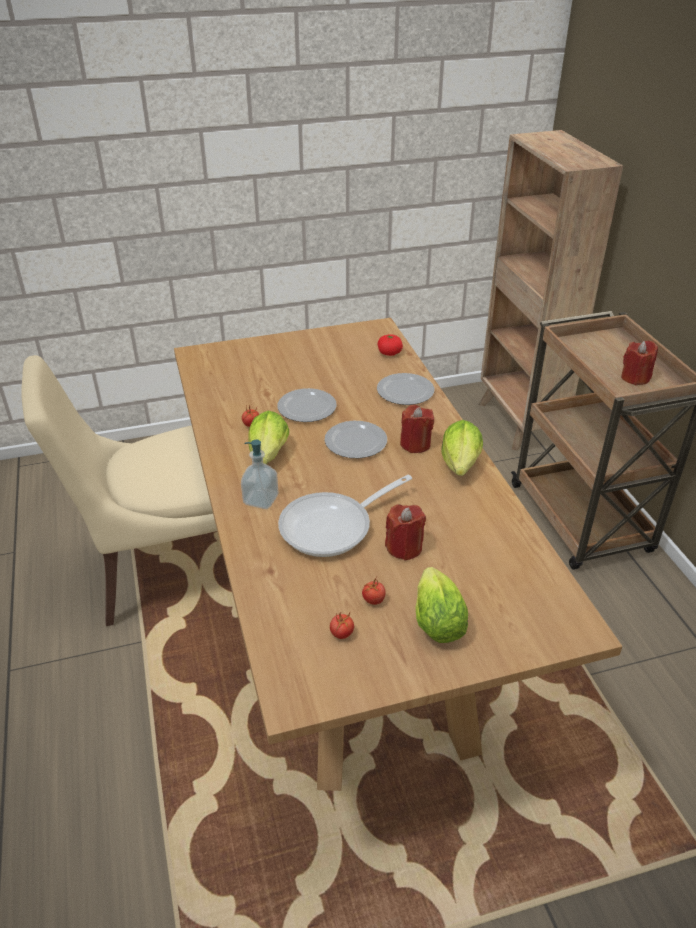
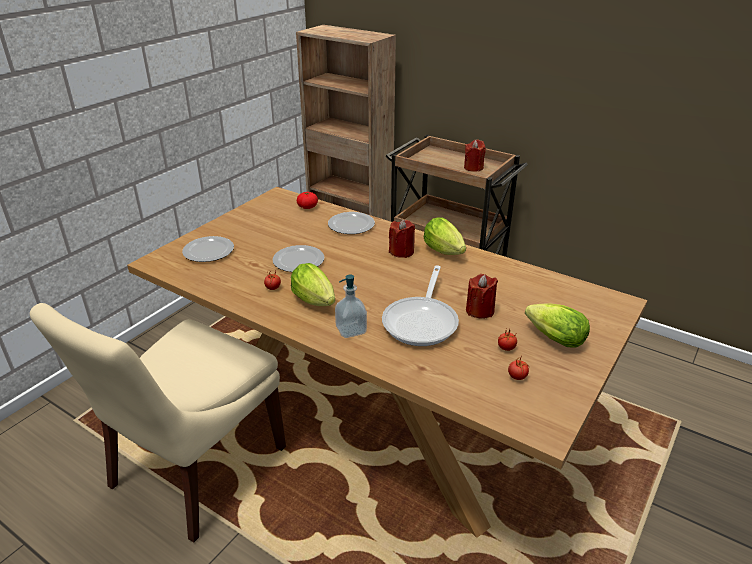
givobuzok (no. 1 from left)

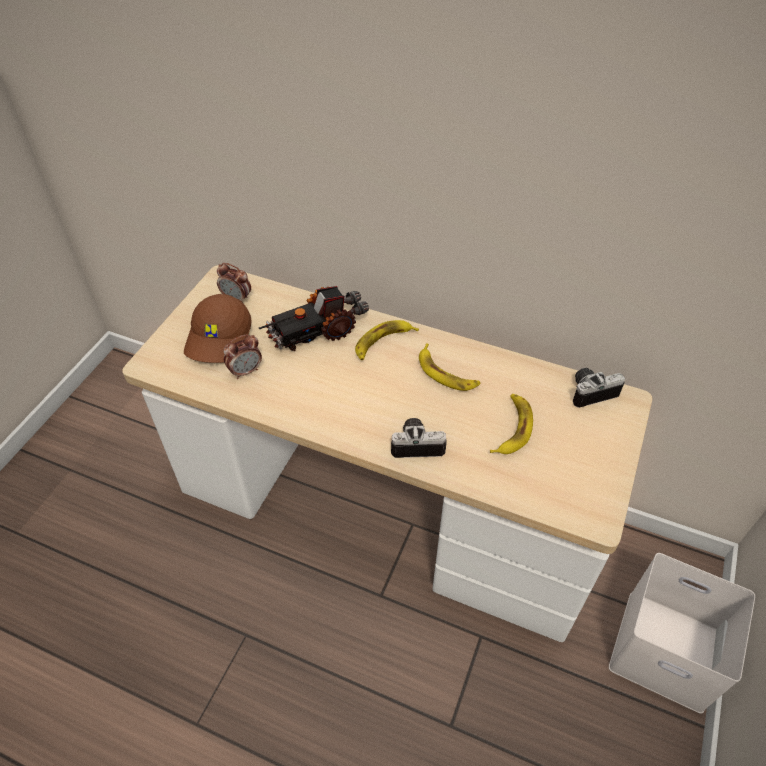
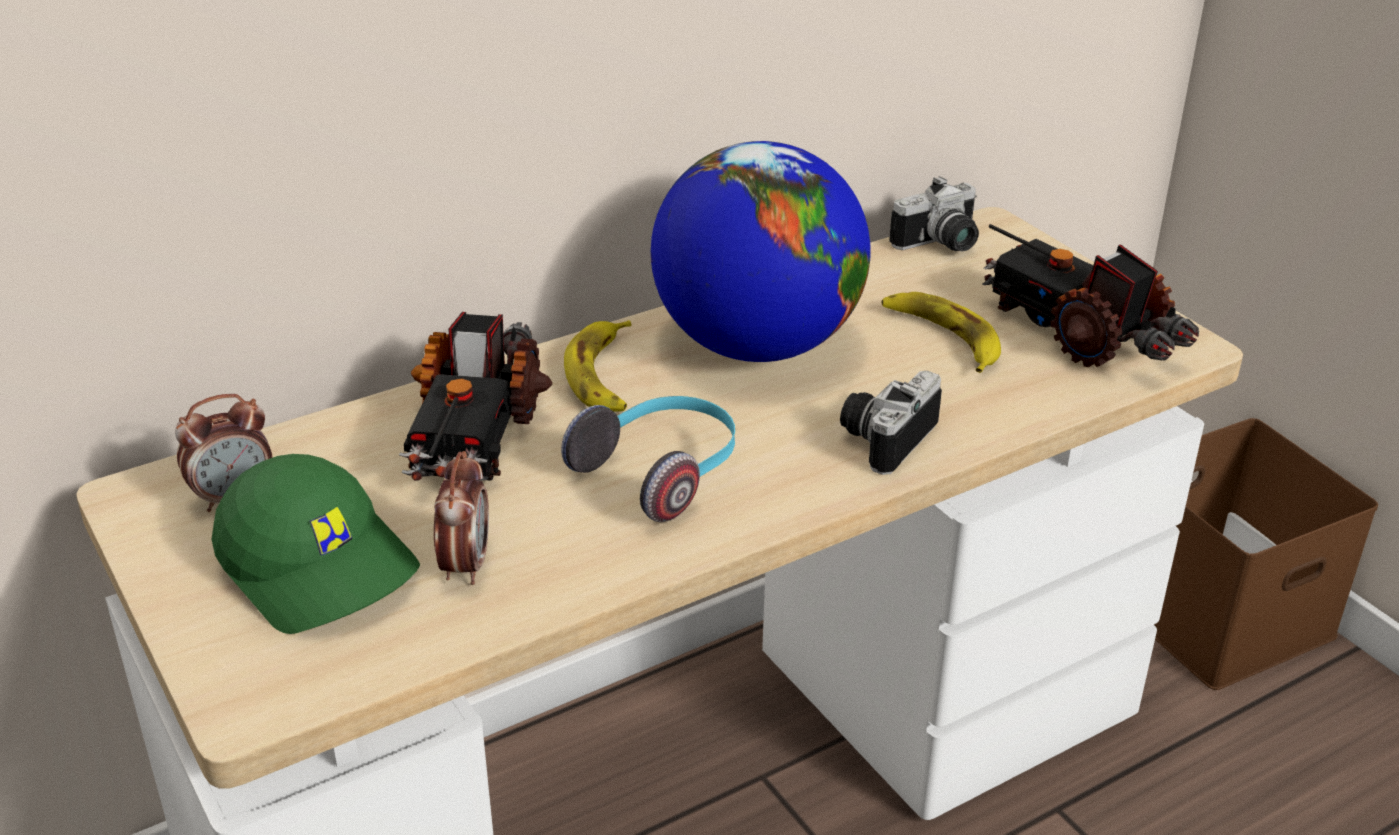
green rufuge; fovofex; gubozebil (no. 2 from left); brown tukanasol; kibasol (no. 2 from left); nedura

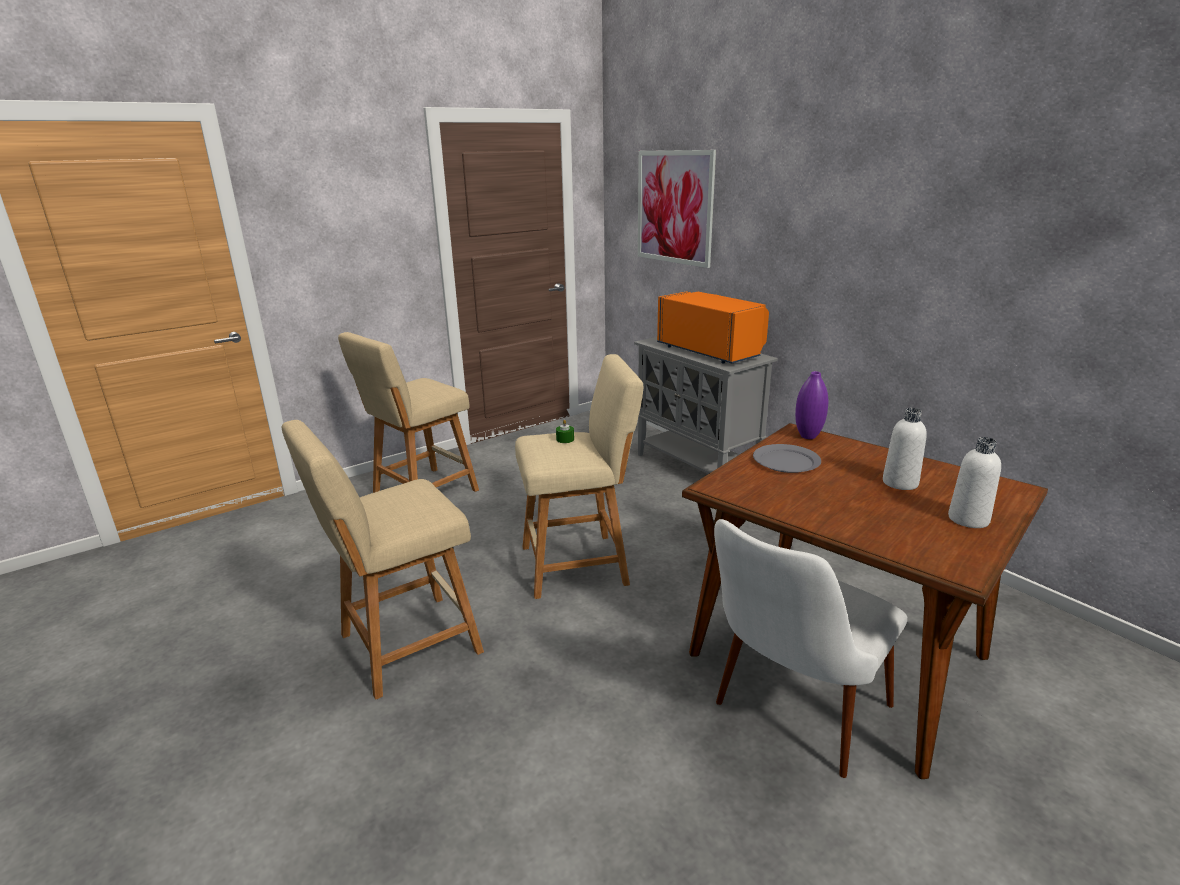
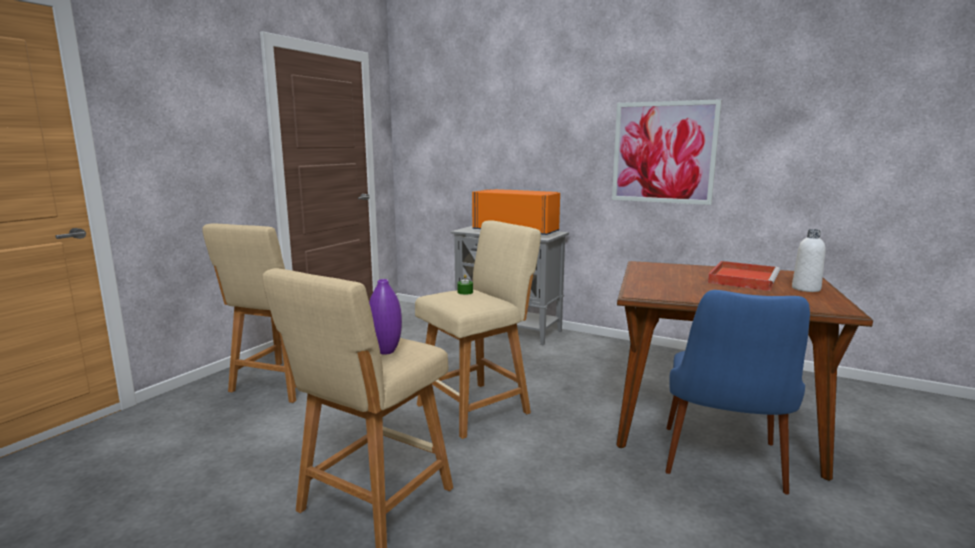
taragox; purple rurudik; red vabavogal; grey givobuzok; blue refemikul

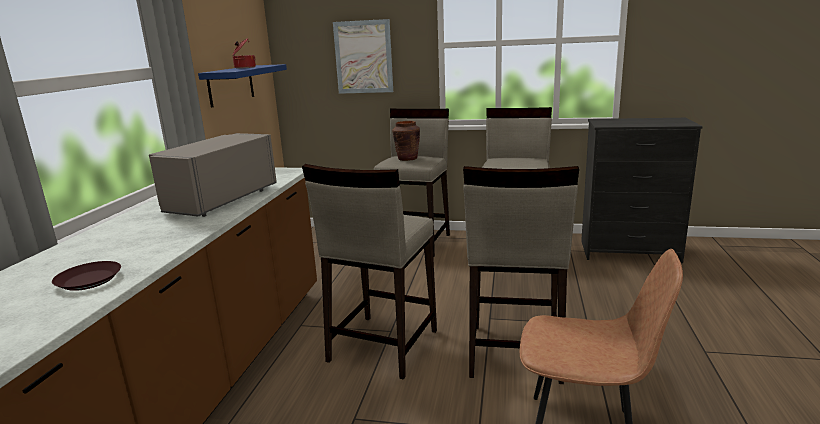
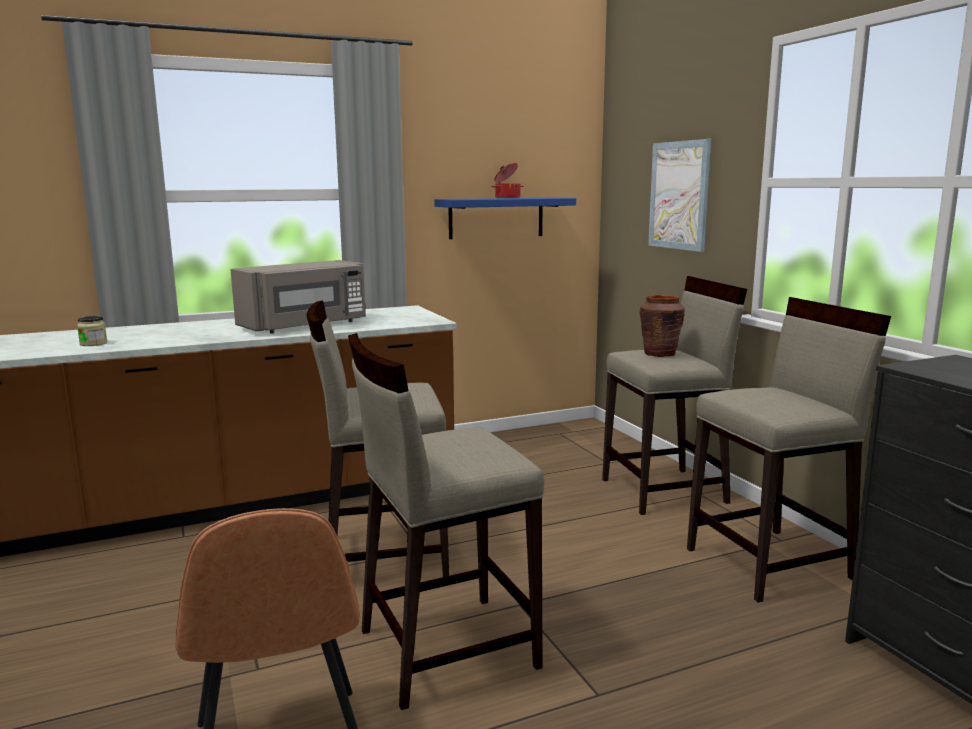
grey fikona; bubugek

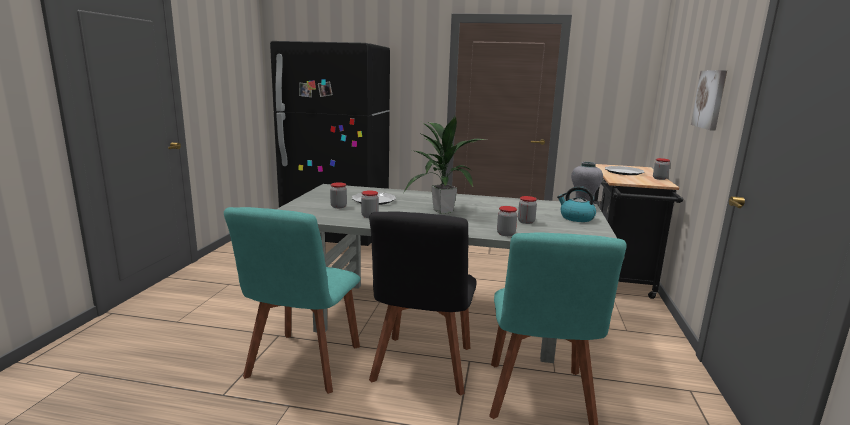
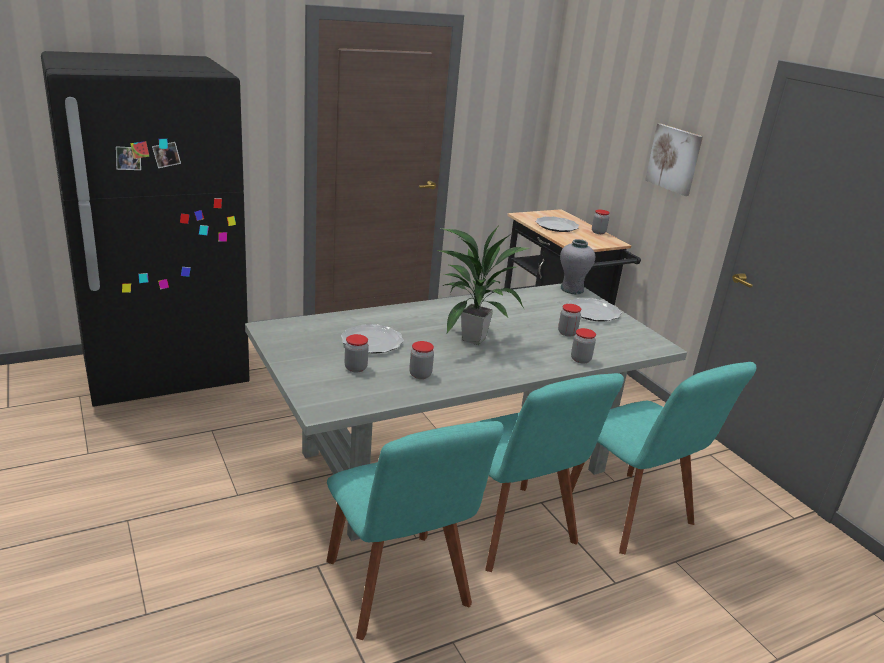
givobuzok (no. 3 from left); turquoise refemikul (no. 2 from left)

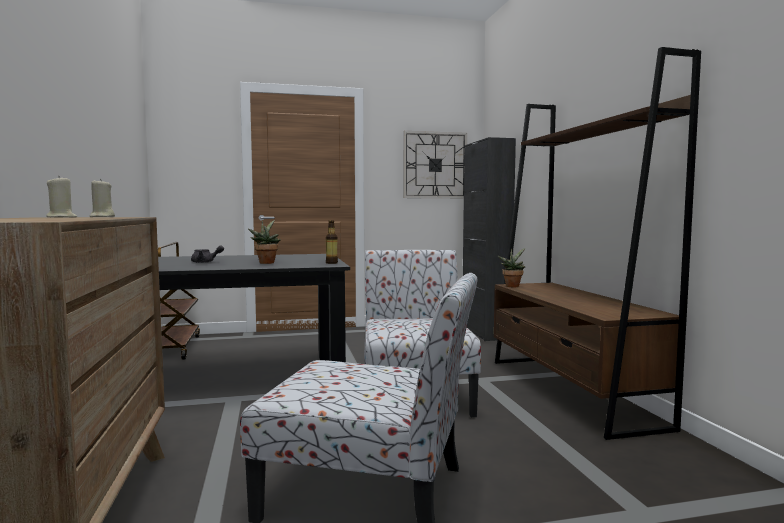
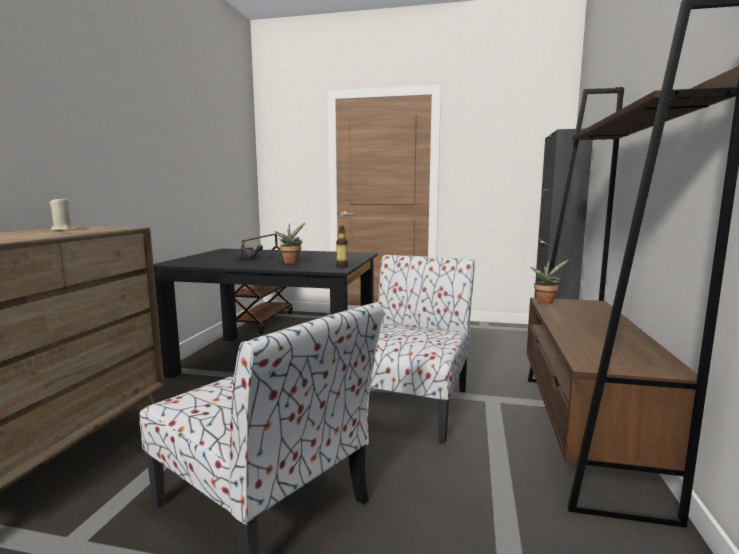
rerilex; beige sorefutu (no. 2 from left in the first image)

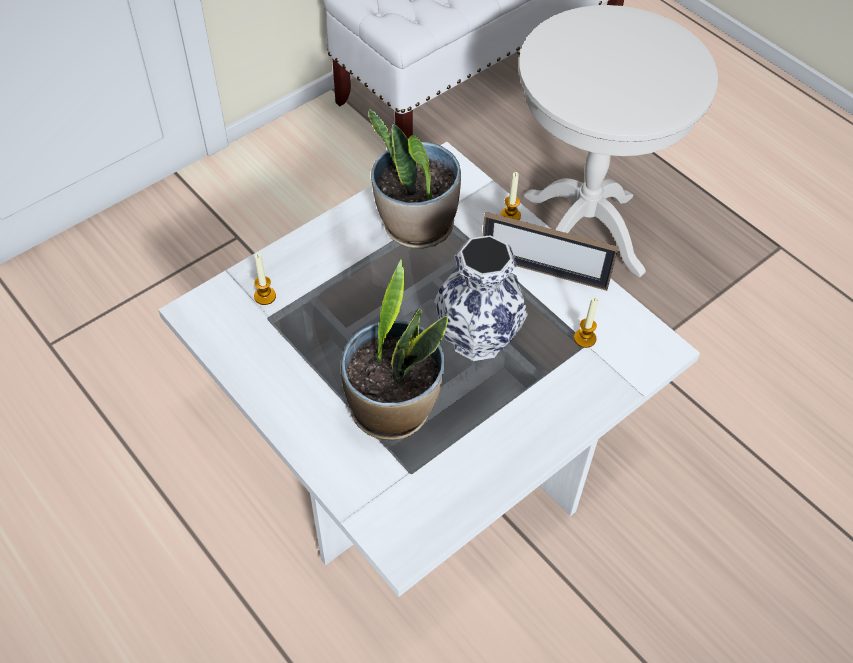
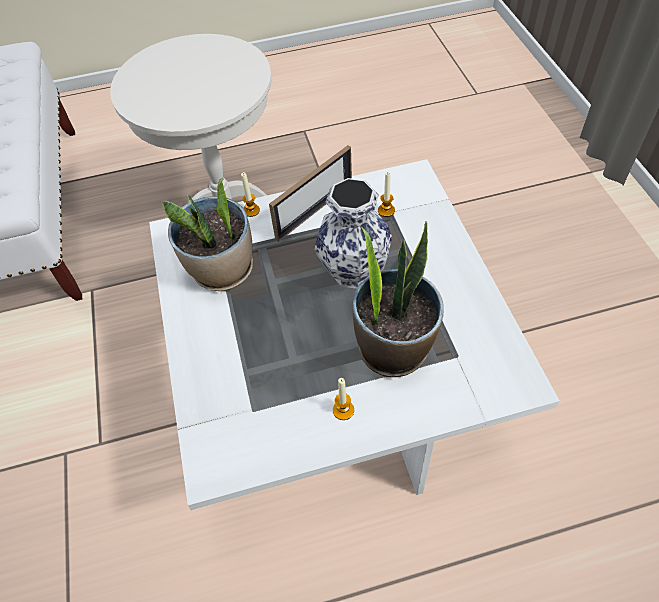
sorefutu (no. 2 from left)

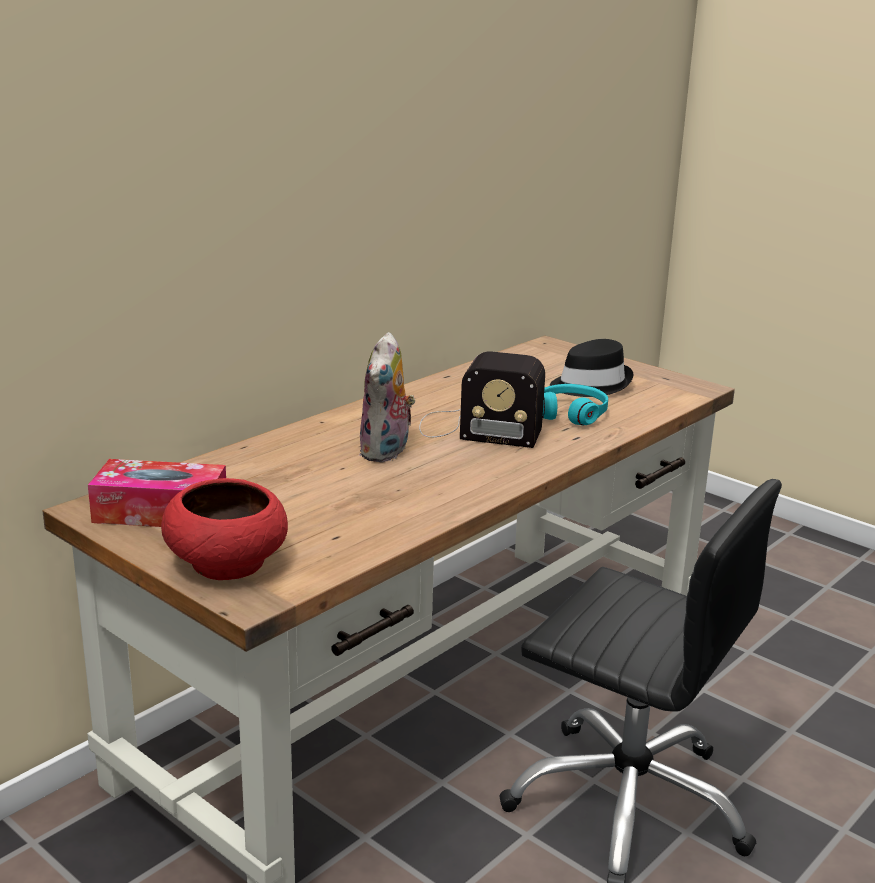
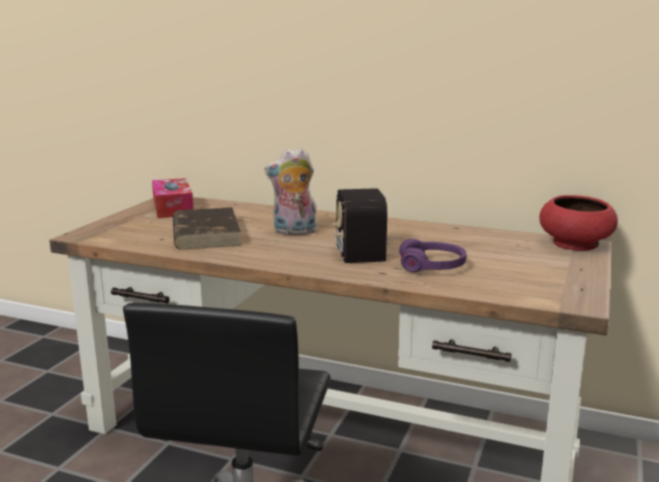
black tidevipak; purple nedura; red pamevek; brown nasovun

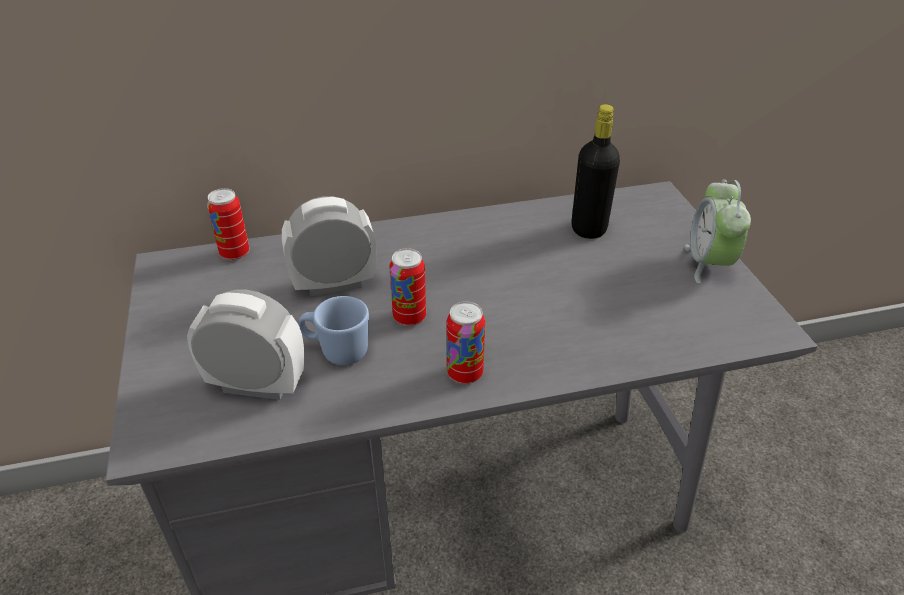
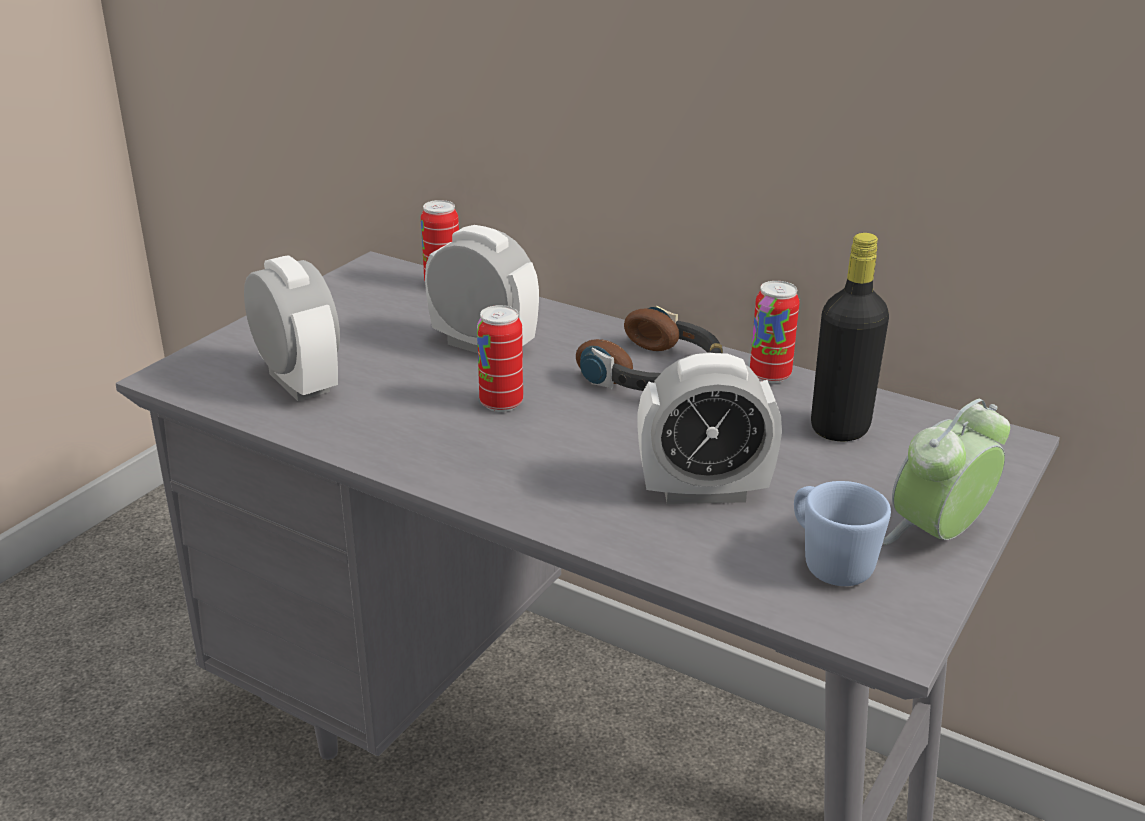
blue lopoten; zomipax (no. 3 from left); nedura; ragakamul (no. 3 from left)

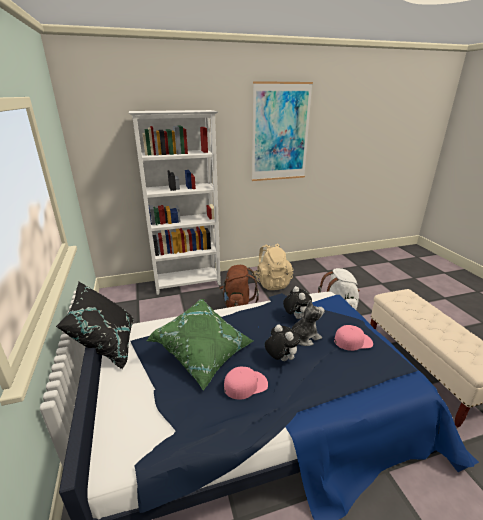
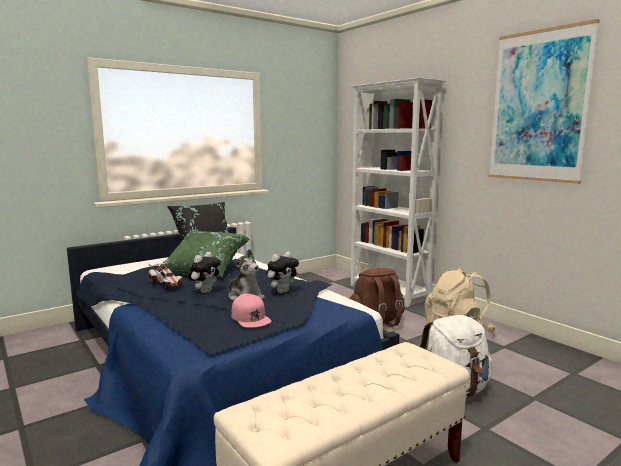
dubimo

